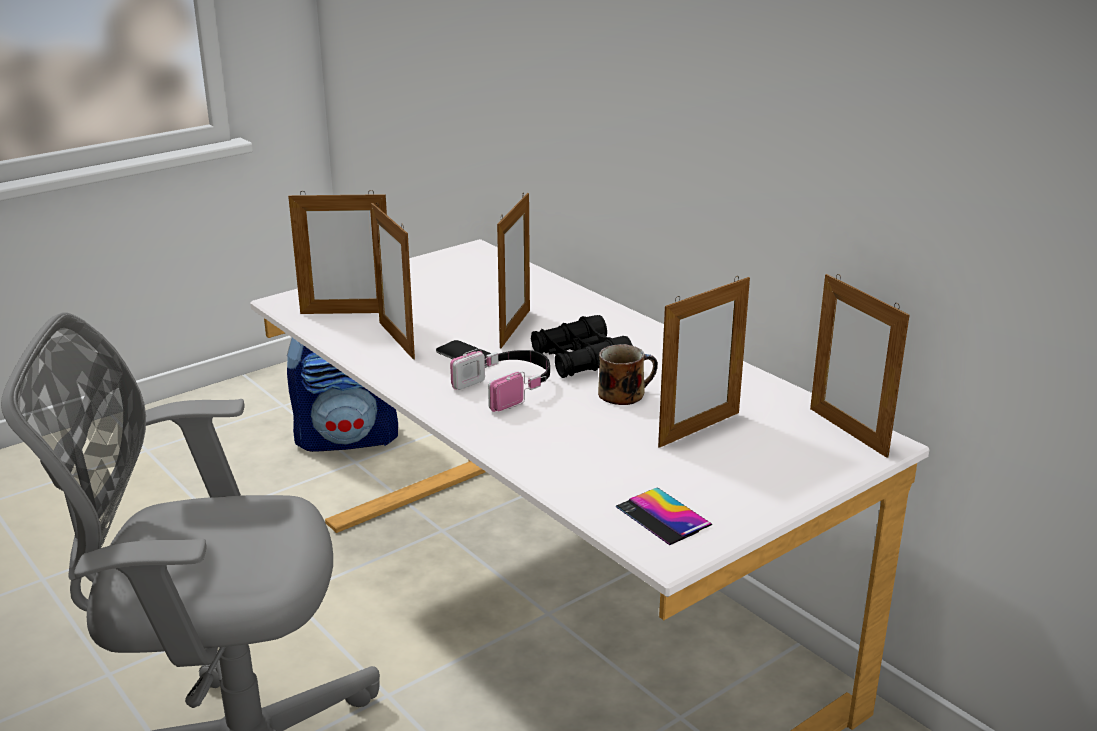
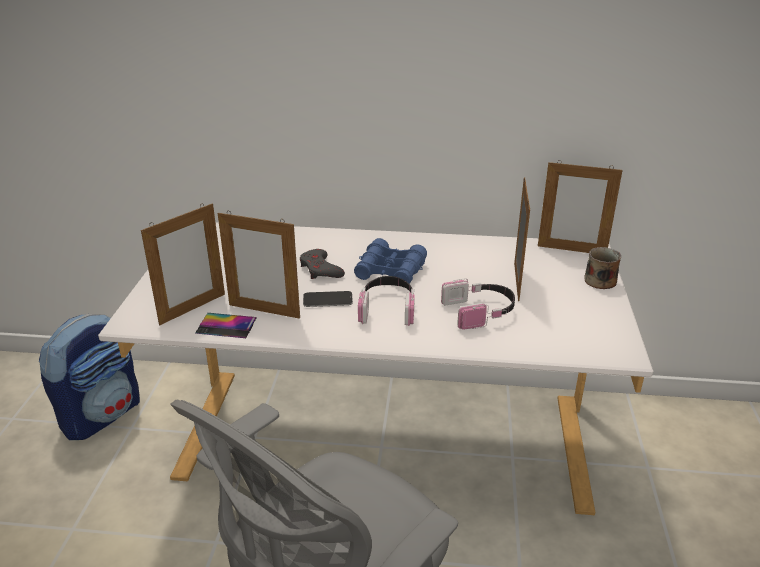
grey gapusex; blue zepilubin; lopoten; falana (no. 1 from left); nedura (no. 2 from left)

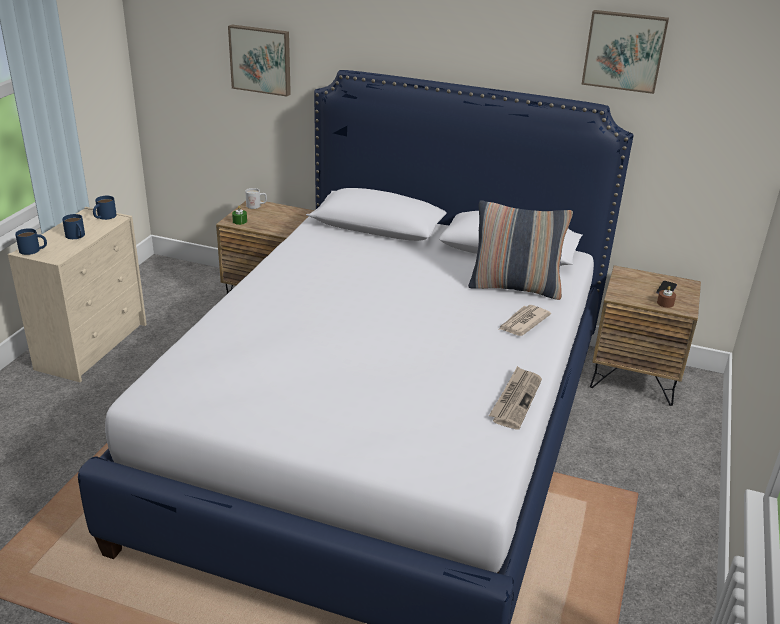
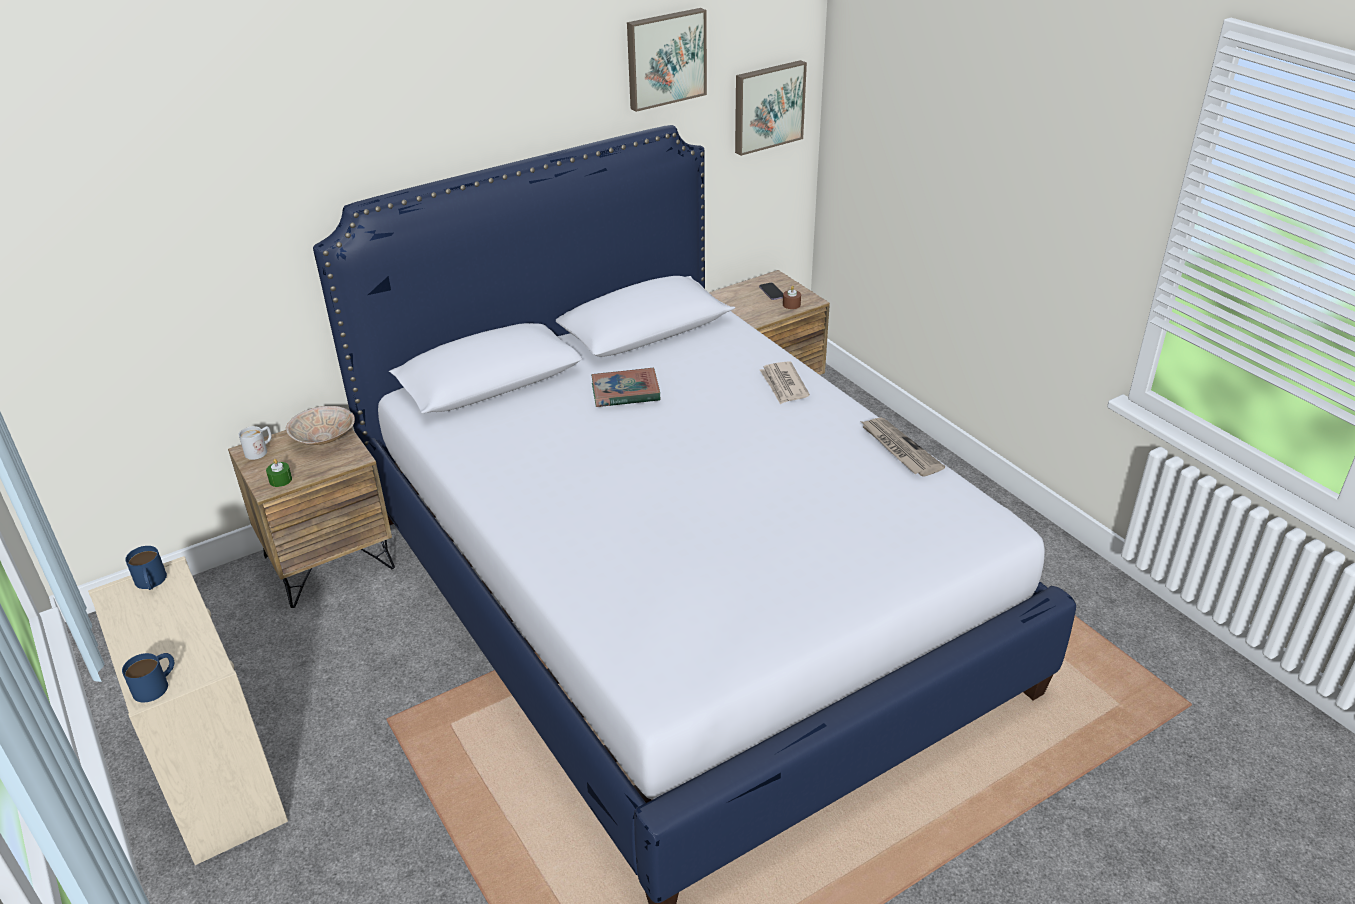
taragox (no. 2 from left); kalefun; blue lopoten (no. 2 from left in the first image); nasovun; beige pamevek

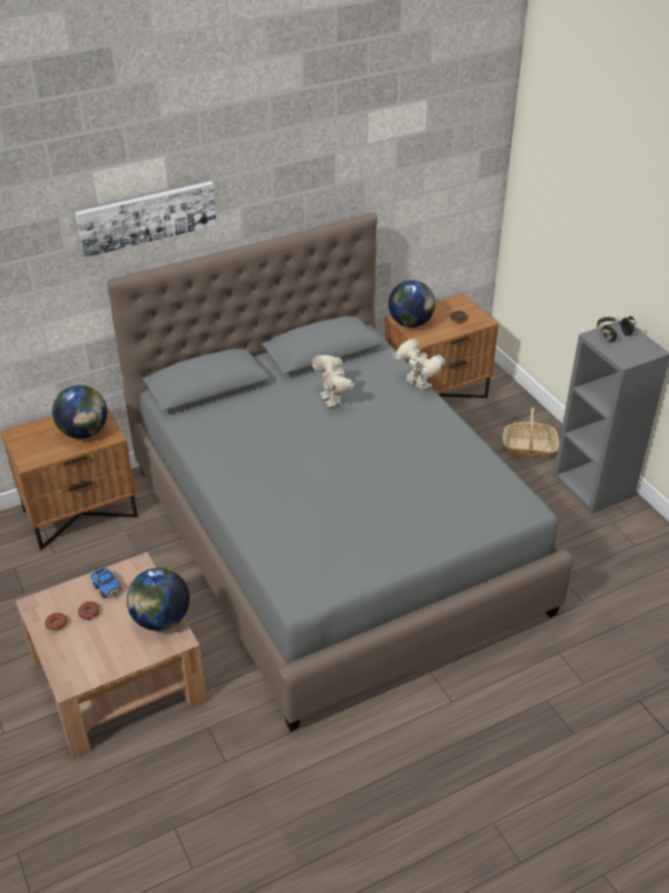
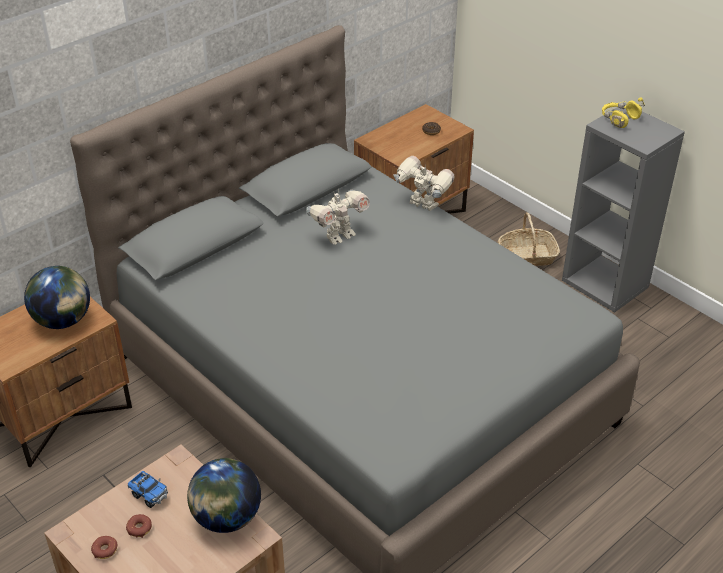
taragox; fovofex (no. 3 from left in the first image); yellow nedura; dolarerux (no. 1 from left)

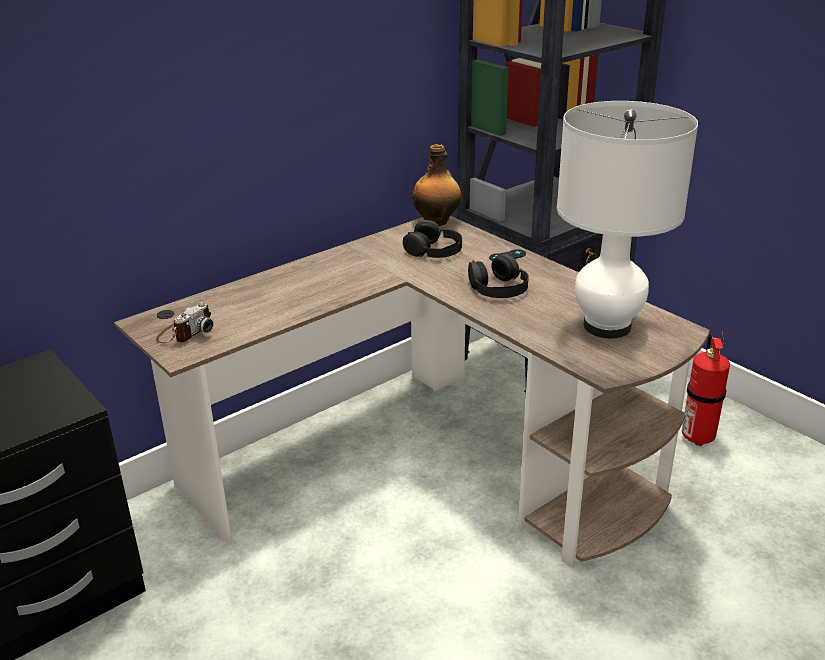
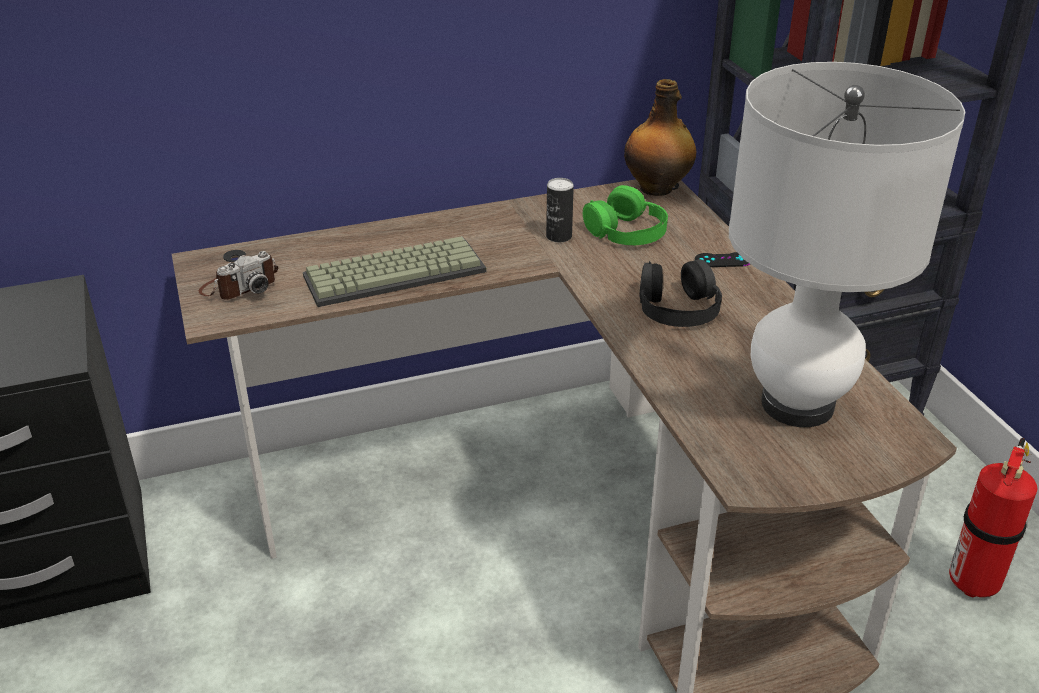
green nedura; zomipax; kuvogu

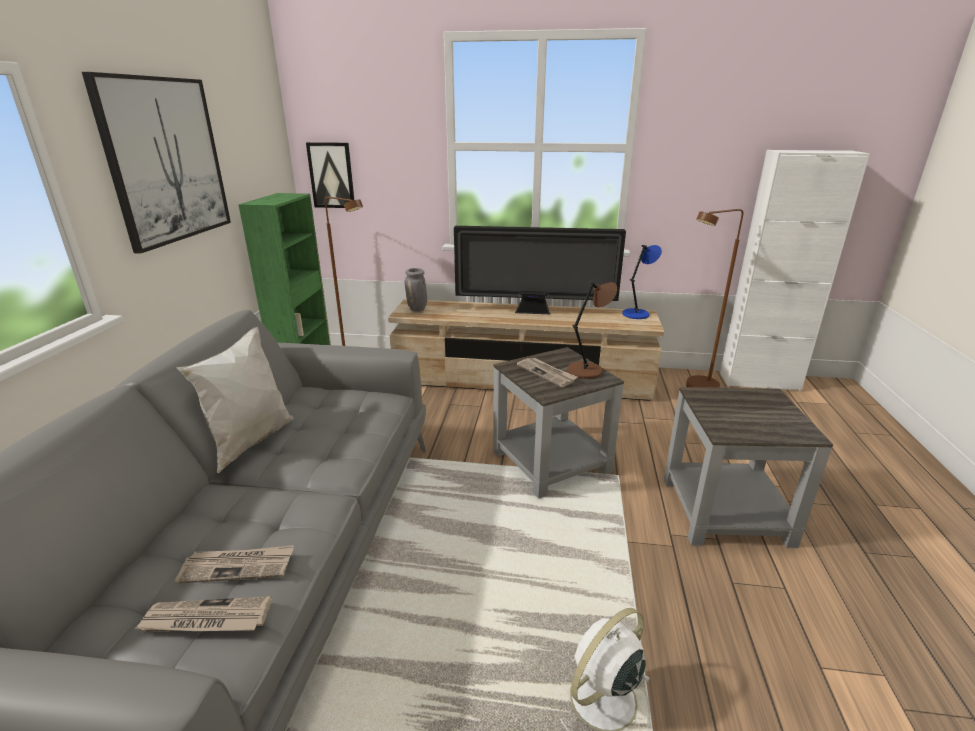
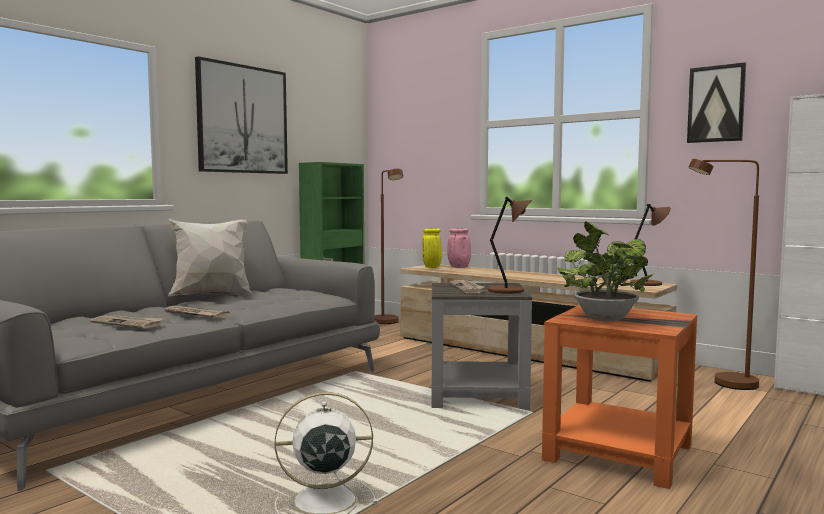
taragox (no. 2 from left); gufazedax; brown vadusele (no. 2 from left); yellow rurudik; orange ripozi; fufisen (no. 2 from left); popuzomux; pink rurudik

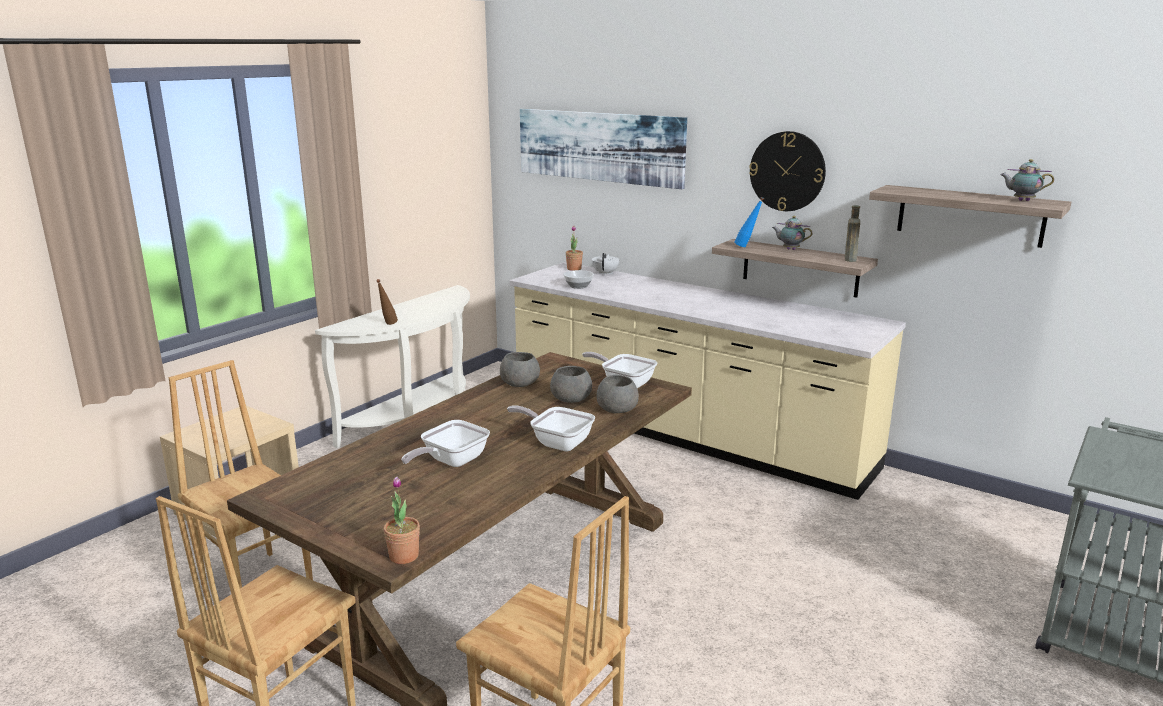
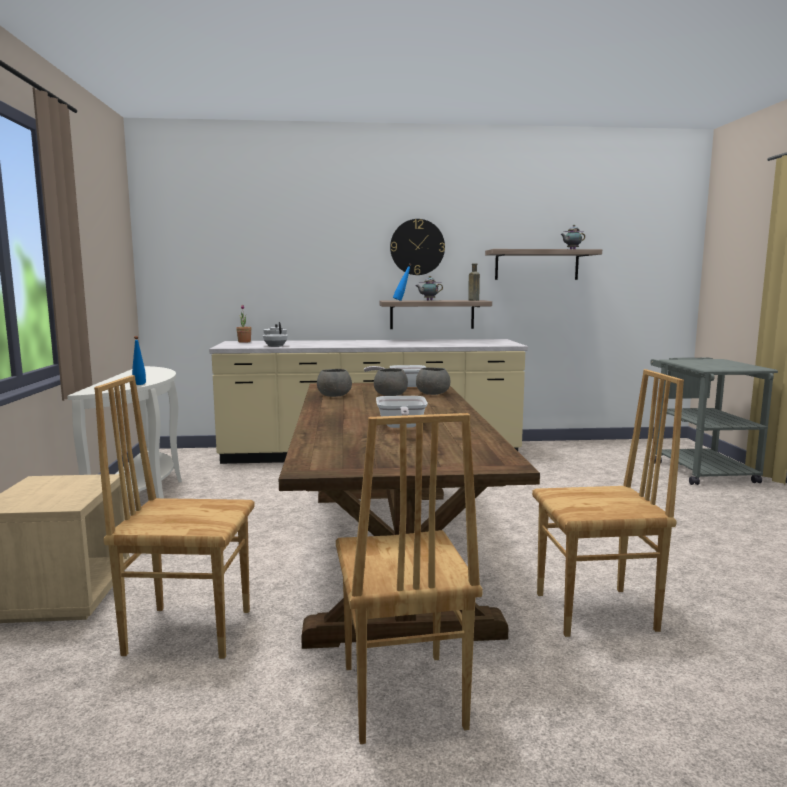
taragox; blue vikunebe (no. 1 from left); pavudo (no. 2 from left in the first image); popuzomux (no. 1 from left in the first image)

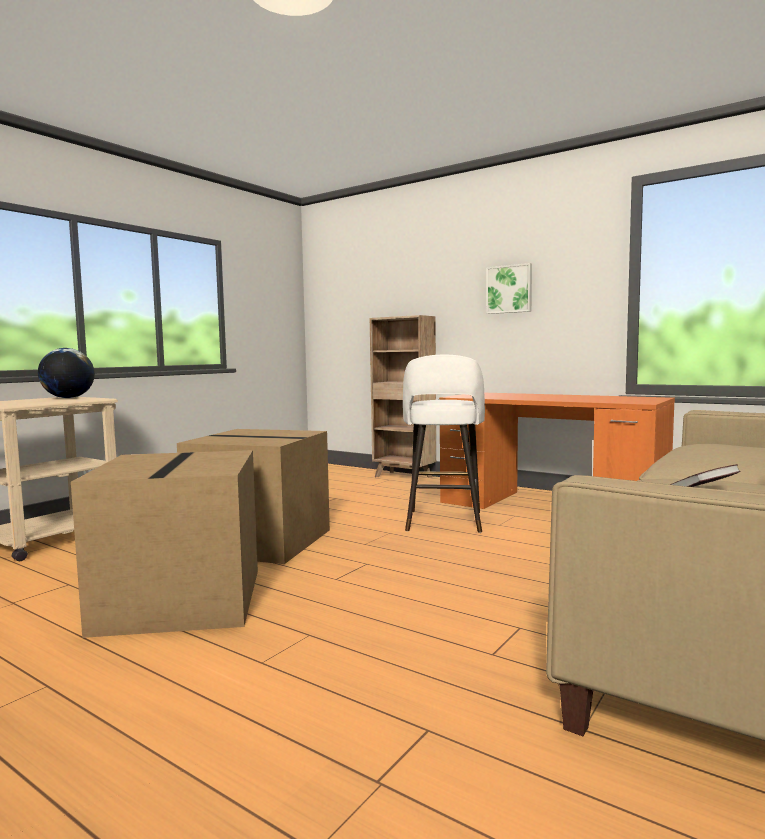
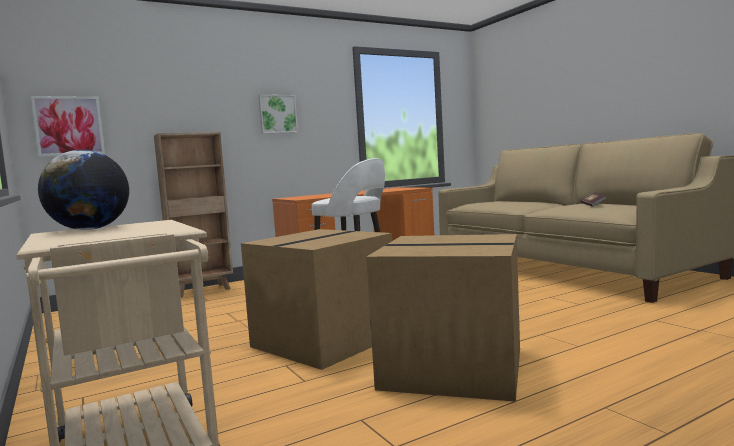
taragox (no. 1 from left)

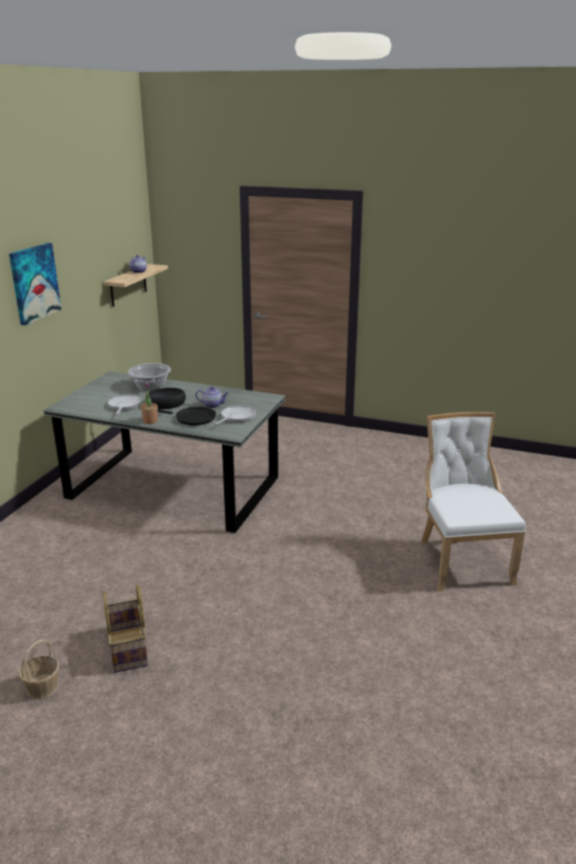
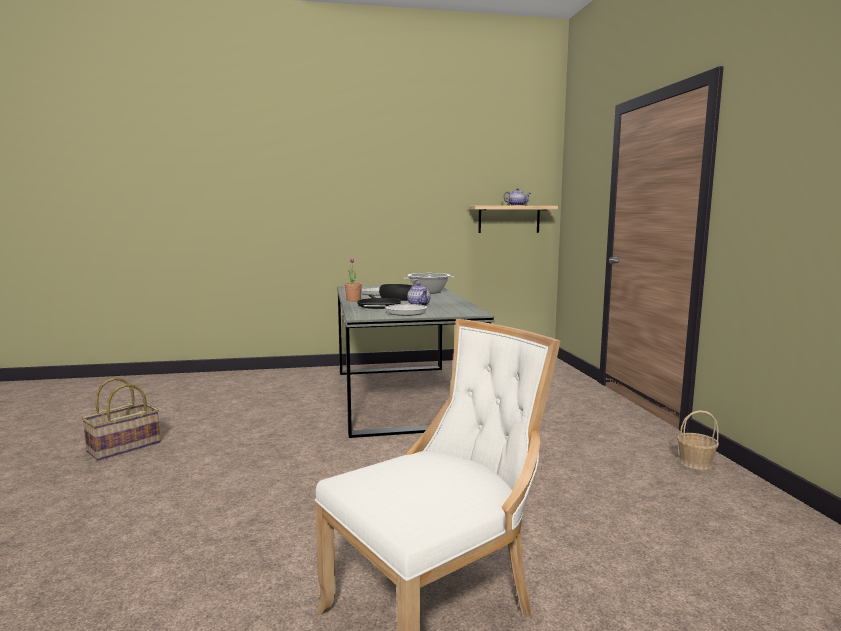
taragox; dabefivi (no. 2 from left)

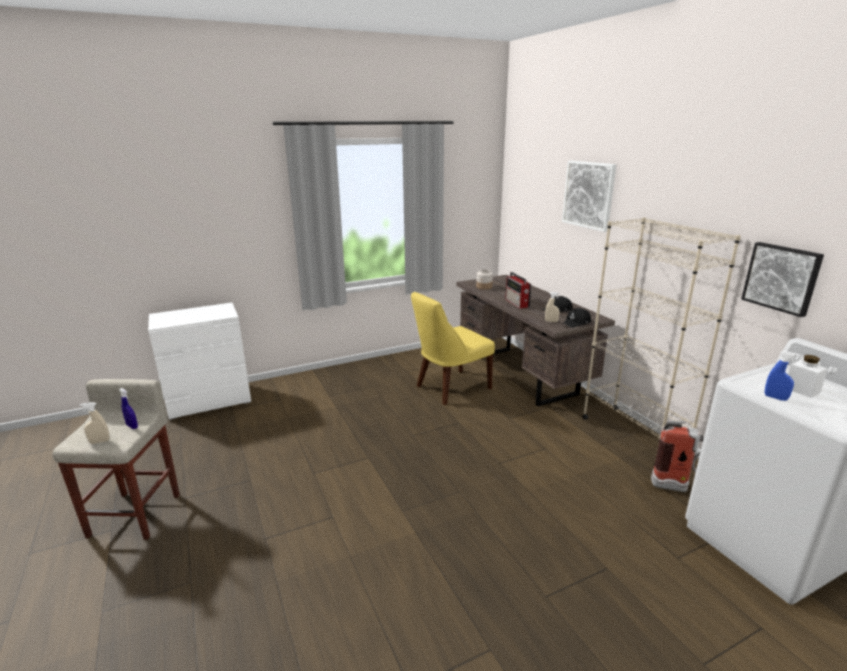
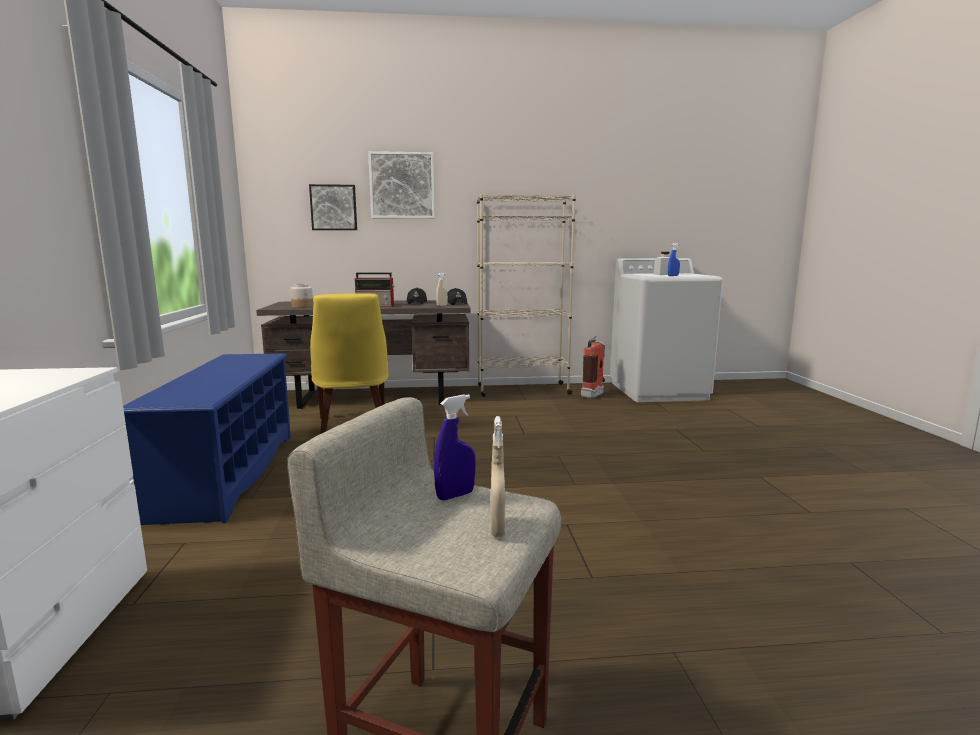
taragox (no. 1 from left); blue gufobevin

